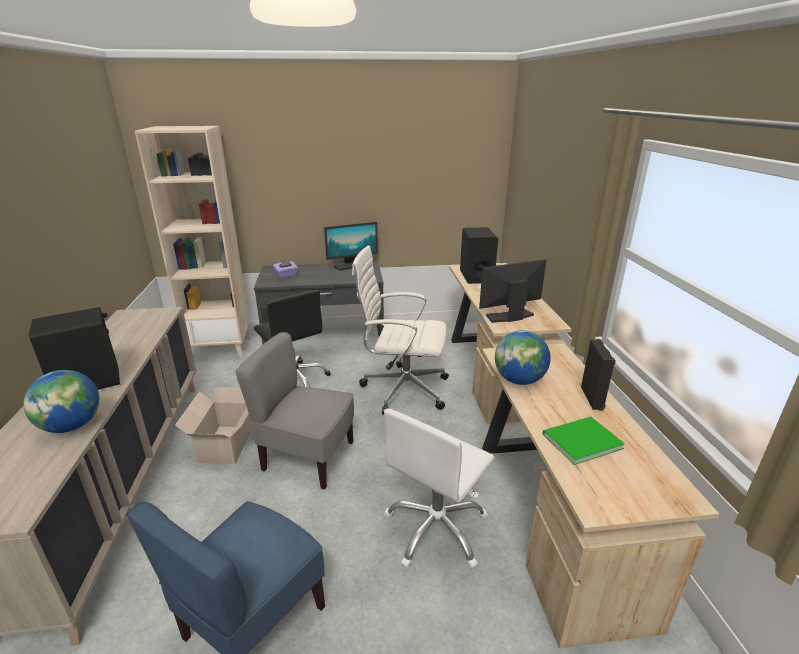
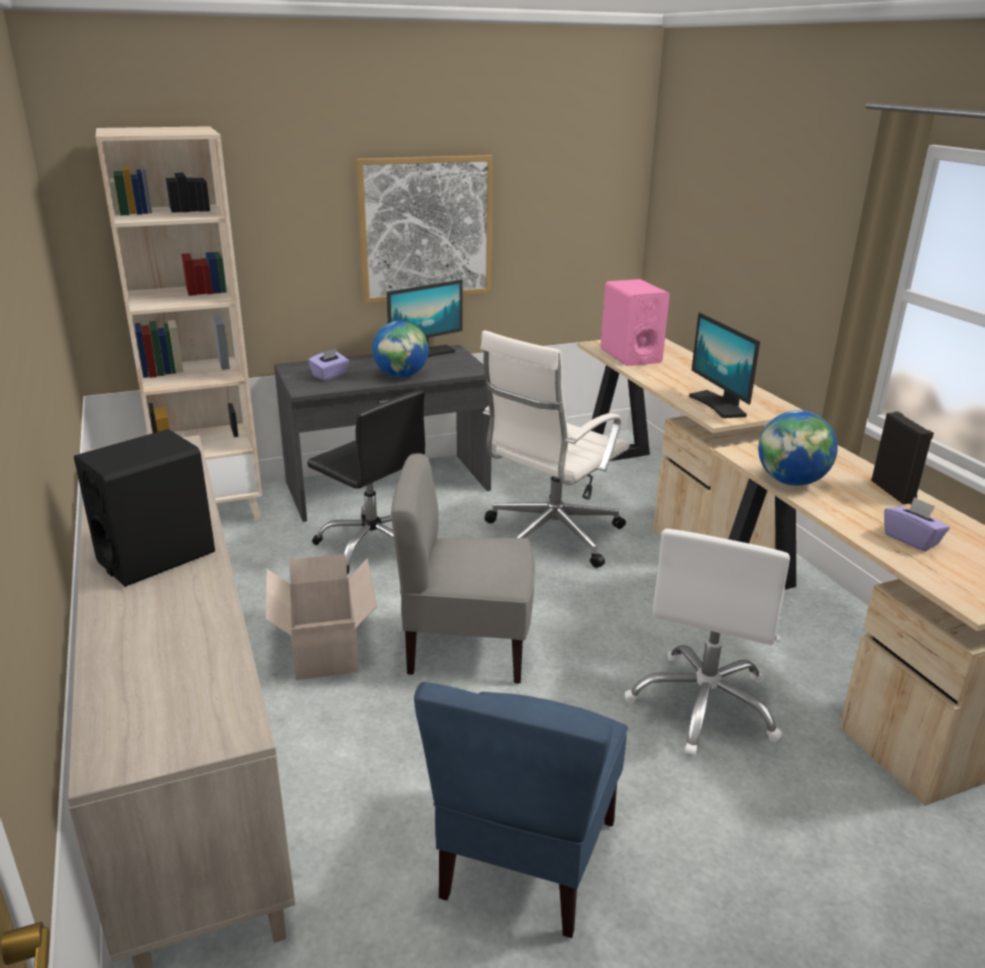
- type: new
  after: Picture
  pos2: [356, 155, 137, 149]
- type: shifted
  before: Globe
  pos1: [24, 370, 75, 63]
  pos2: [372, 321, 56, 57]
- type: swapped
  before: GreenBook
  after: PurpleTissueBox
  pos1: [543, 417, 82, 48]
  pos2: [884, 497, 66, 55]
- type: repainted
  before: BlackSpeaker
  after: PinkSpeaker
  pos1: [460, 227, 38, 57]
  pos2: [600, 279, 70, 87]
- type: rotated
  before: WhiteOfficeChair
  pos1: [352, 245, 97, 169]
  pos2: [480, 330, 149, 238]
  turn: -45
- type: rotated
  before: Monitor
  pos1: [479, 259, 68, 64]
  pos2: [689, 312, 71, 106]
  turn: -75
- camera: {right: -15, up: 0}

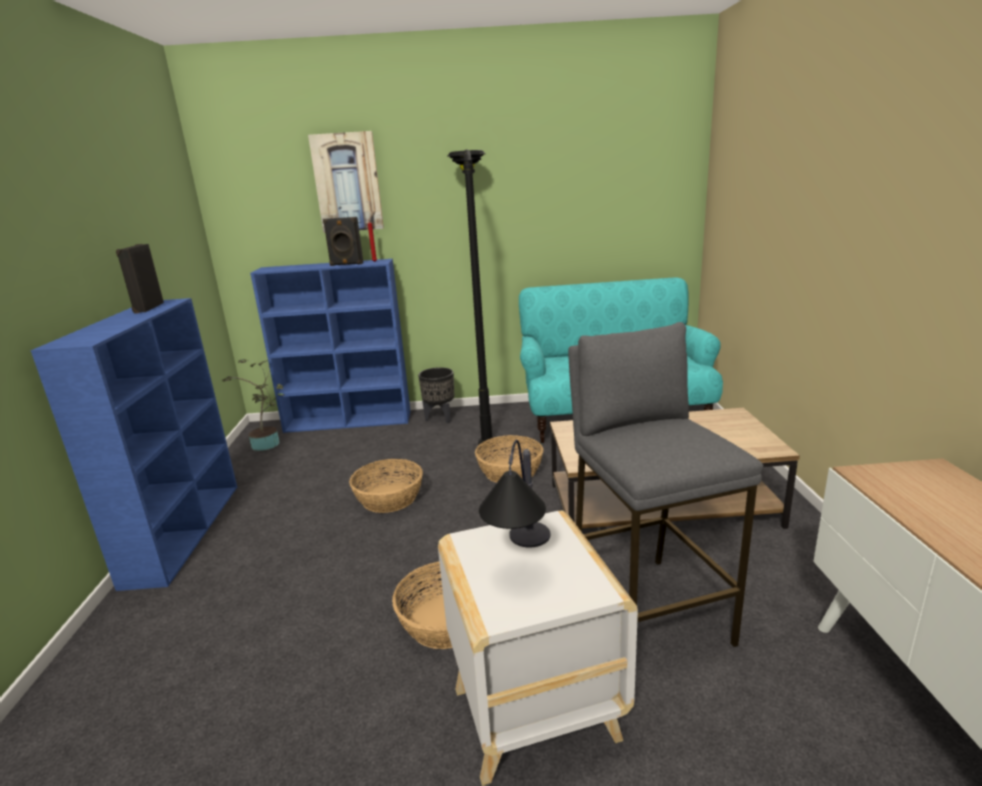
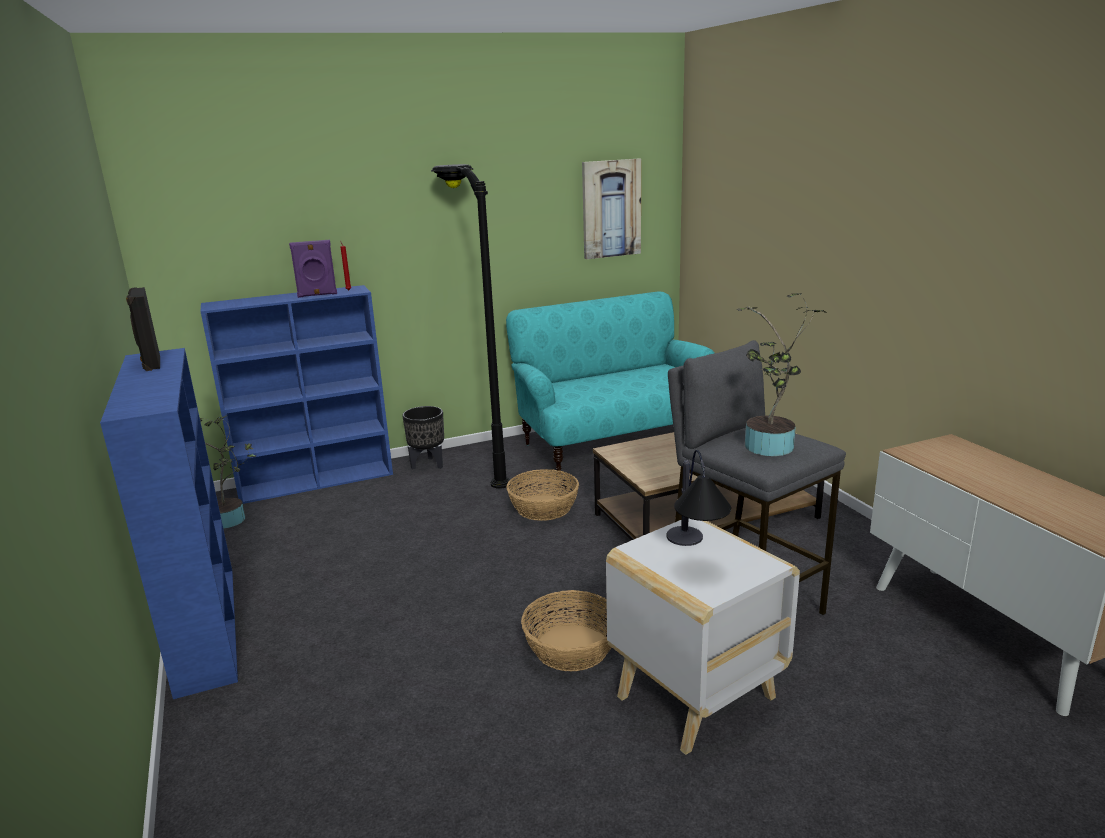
- type: gone
  before: Basket
  pos1: [349, 459, 74, 54]
- type: new
  after: PottedPlant
  pos2: [736, 293, 90, 163]
- type: shifted
  before: Picture
  pos1: [308, 131, 76, 102]
  pos2: [582, 159, 59, 100]
- type: repainted
  before: BlackSpeaker
  after: PurpleSpeaker
  pos1: [323, 217, 40, 49]
  pos2: [289, 240, 48, 58]
- camera: {right: -20, up: 0}

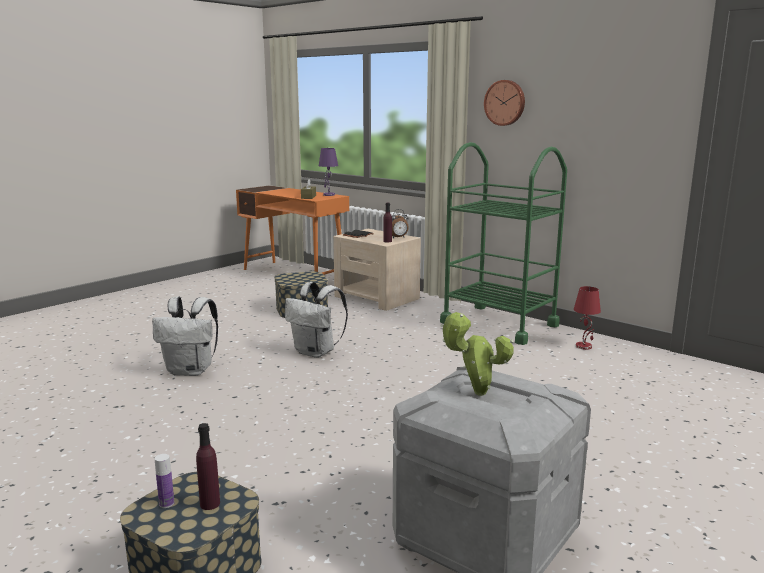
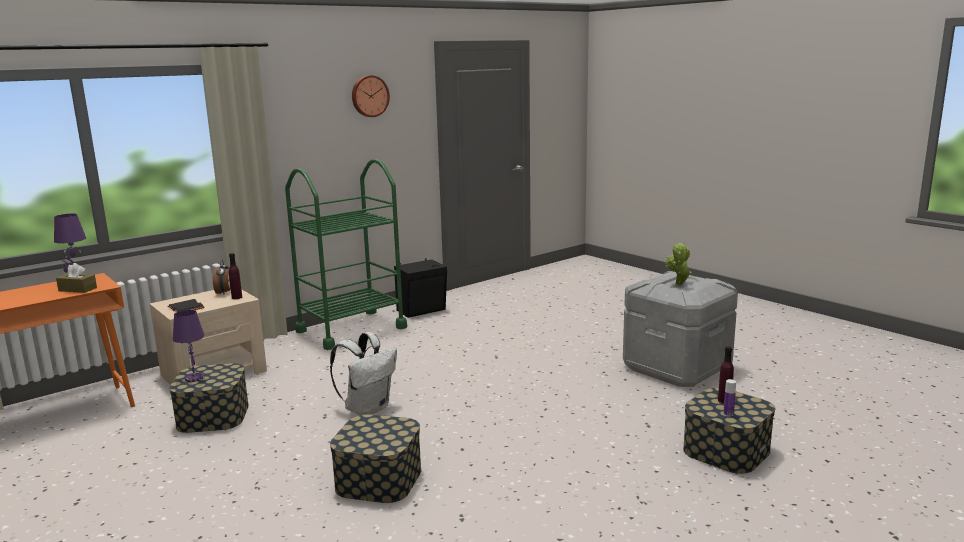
- type: new
  after: PurpleTableLamp
  pos2: [173, 310, 31, 72]
- type: shifted
  before: WallClock
  pos1: [484, 80, 41, 46]
  pos2: [352, 75, 38, 42]
- type: swapped
  before: WhiteBackpack
  after: StorageBox
  pos1: [152, 296, 66, 80]
  pos2: [330, 414, 91, 89]
- type: swapped
  before: RedTableLamp
  after: BlackSpeaker
  pos1: [574, 286, 27, 64]
  pos2: [394, 258, 53, 60]
- camera: {right: -80, up: 0}

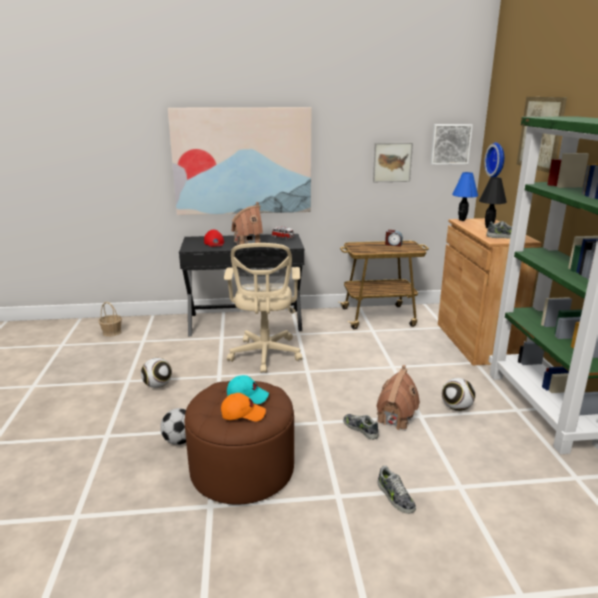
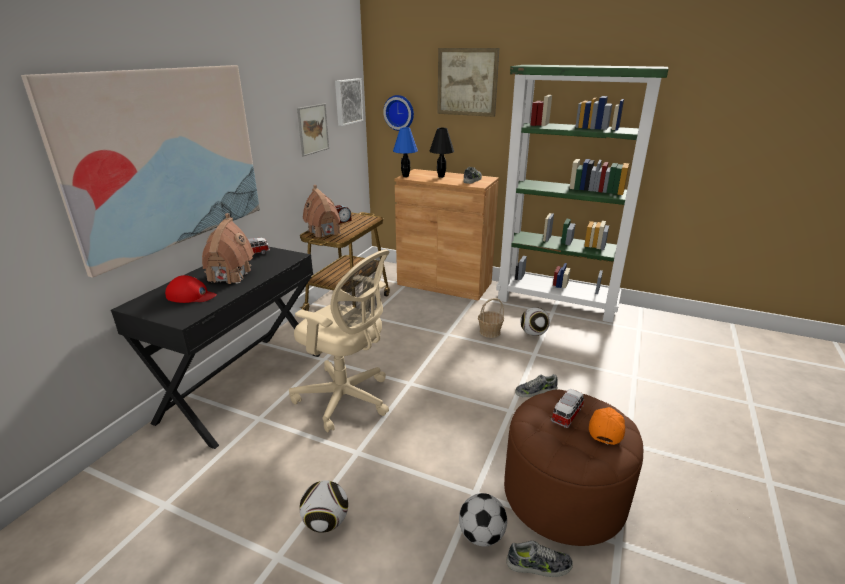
- type: shifted
  before: Basket
  pos1: [98, 302, 24, 35]
  pos2: [478, 298, 26, 40]
- type: shifted
  before: ToyHouse
  pos1: [376, 365, 44, 66]
  pos2: [303, 185, 38, 52]
- type: shifted
  before: Shoe
  pos1: [377, 466, 39, 48]
  pos2: [506, 541, 67, 36]
- type: swapped
  before: TurquoiseCap
  after: ToyCar
  pos1: [227, 375, 42, 29]
  pos2: [551, 389, 34, 39]
- camera: {right: -60, up: 5}

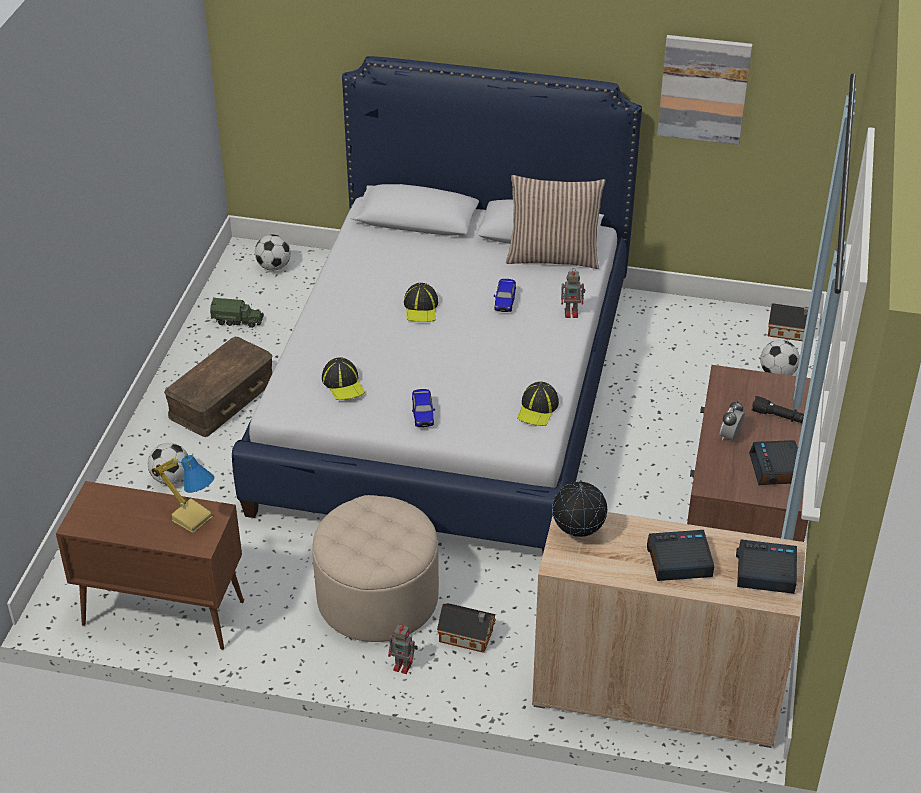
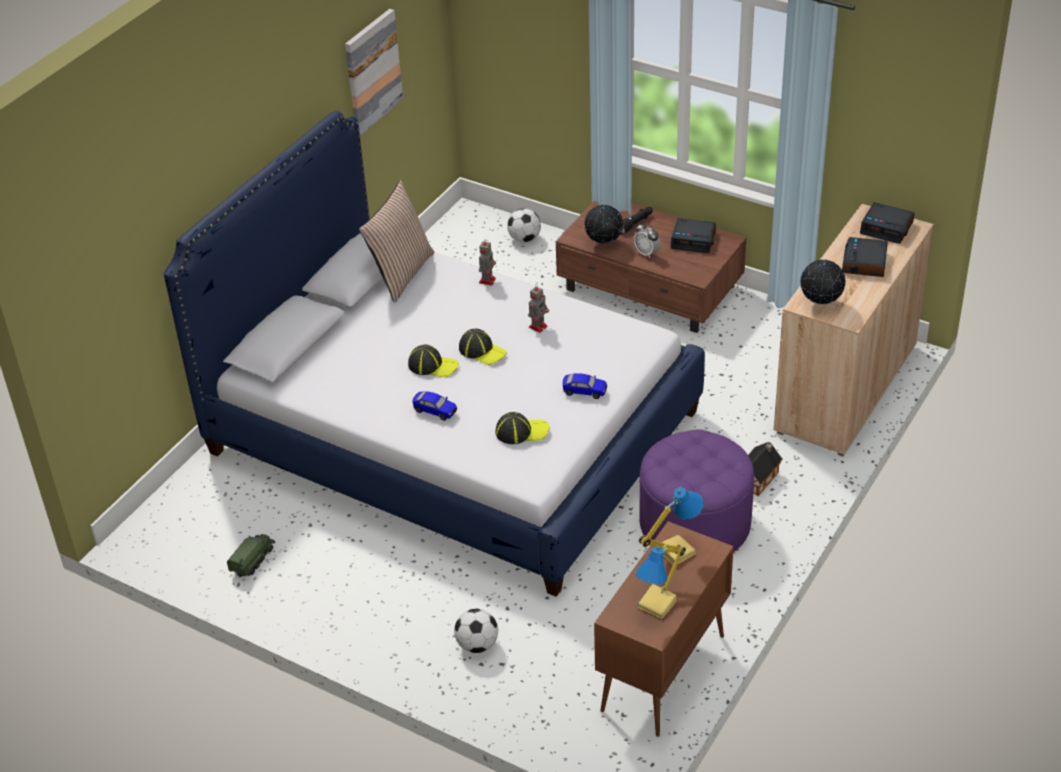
- type: gone
  before: BrownStorageBox
  pos1: [164, 337, 108, 100]
- type: gone
  before: Football
  pos1: [255, 235, 36, 36]
- type: gone
  before: ToyHouse
  pos1: [768, 303, 41, 38]
- type: new
  after: Globe
  pos2: [584, 204, 39, 41]
- type: new
  after: TableLamp
  pos2: [635, 544, 51, 75]
- type: shifted
  before: ToyRobot
  pos1: [388, 624, 30, 50]
  pos2: [528, 286, 21, 47]
- type: shifted
  before: ToyCar
  pos1: [494, 279, 22, 33]
  pos2: [412, 391, 45, 30]
- type: shifted
  before: Cap
  pos1: [517, 382, 42, 44]
  pos2: [459, 328, 47, 37]
- type: repainted
  before: BeigeOttoman
  after: PurpleOttoman
  pos1: [312, 495, 127, 147]
  pos2: [639, 429, 115, 123]
- type: rotated
  before: AlarmClock
  pos1: [736, 540, 61, 54]
  pos2: [860, 202, 55, 42]
  turn: -90
- camera: {right: -70, up: 0}

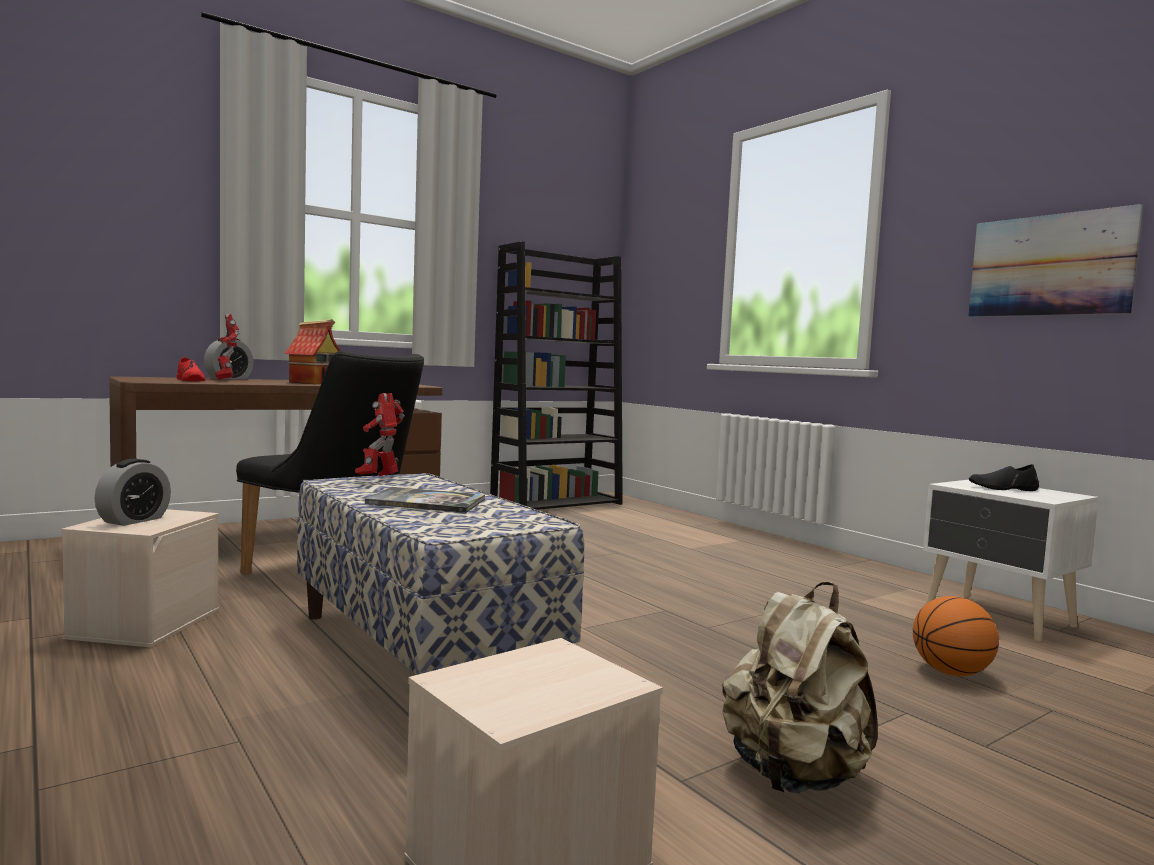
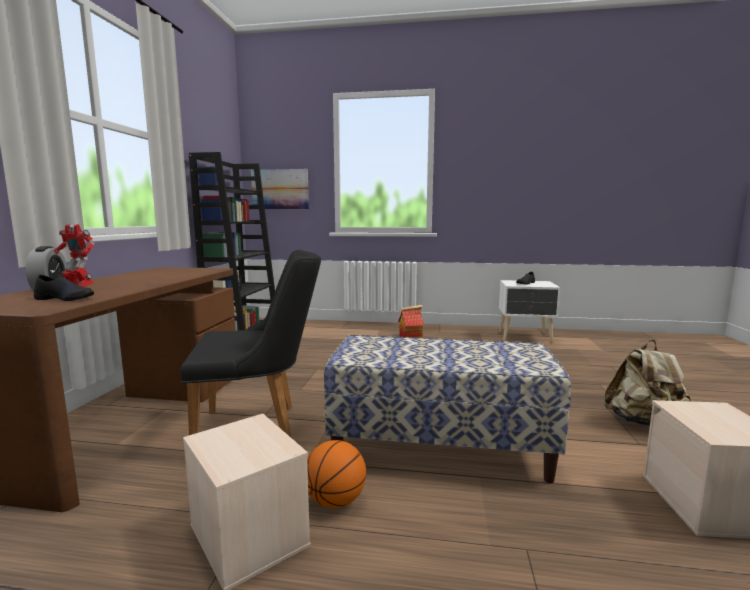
- type: gone
  before: AlarmClock
  pos1: [95, 459, 76, 67]
- type: gone
  before: ToyRobot
  pos1: [355, 393, 50, 83]
- type: gone
  before: Book
  pos1: [365, 487, 120, 26]
- type: shifted
  before: ToyHouse
  pos1: [284, 319, 57, 65]
  pos2: [398, 305, 26, 33]
- type: shifted
  before: Basketball
  pos1: [913, 596, 86, 80]
  pos2: [307, 440, 59, 68]
- type: shifted
  before: Picture
  pos1: [968, 204, 175, 113]
  pos2: [251, 169, 58, 41]
- type: repainted
  before: RedShoe
  after: BlackShoe
  pos1: [177, 357, 29, 24]
  pos2: [34, 275, 60, 26]
- camera: {right: -45, up: 5}

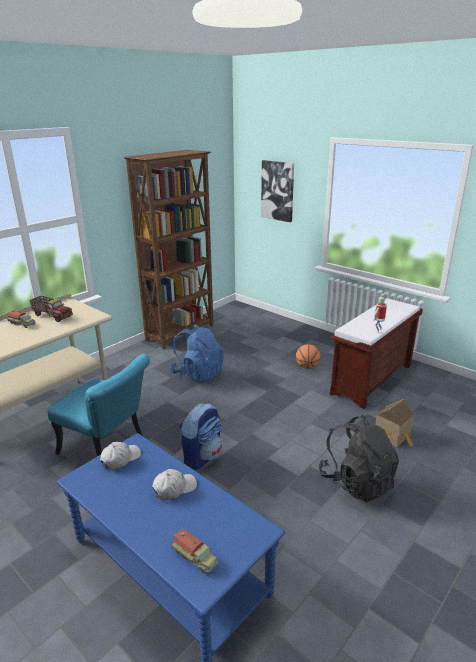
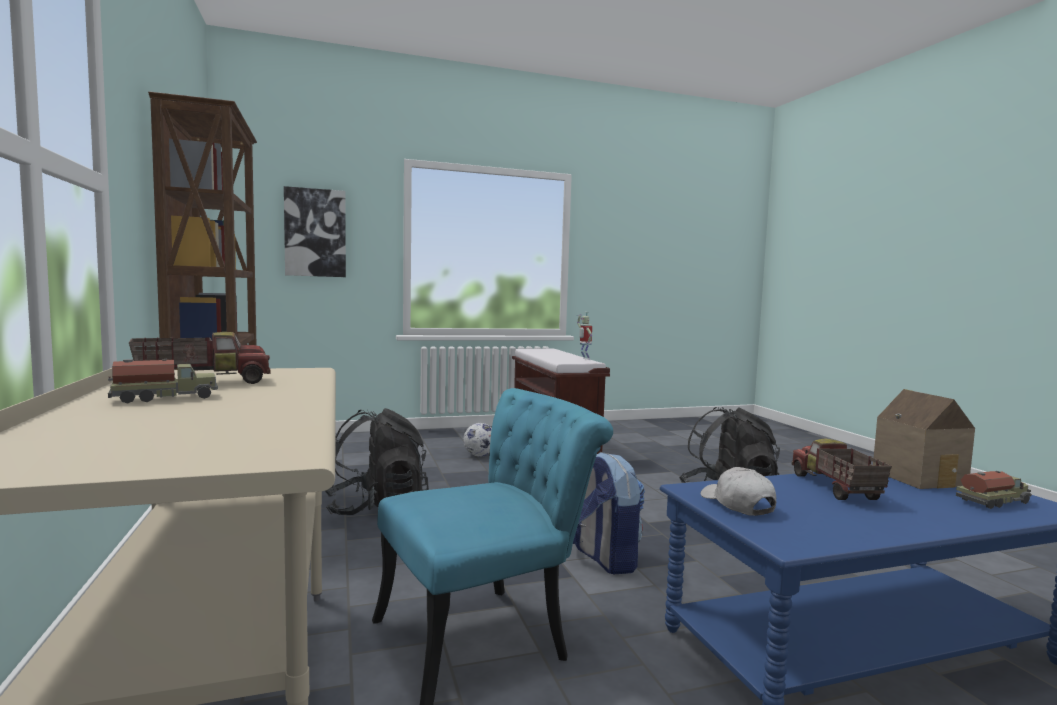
- type: shifted
  before: ToyHouse
  pos1: [375, 399, 39, 48]
  pos2: [873, 389, 102, 100]
- type: swapped
  before: WhiteCap
  after: ToyTruck
  pos1: [152, 469, 45, 31]
  pos2: [792, 438, 100, 62]
- type: swapped
  before: Basketball
  after: Football
  pos1: [296, 344, 25, 25]
  pos2: [463, 423, 29, 33]
- type: repainted
  before: BlueBackpack
  after: BlackBackpack
  pos1: [170, 324, 54, 59]
  pos2: [325, 408, 104, 107]
- camera: {right: -60, up: -20}

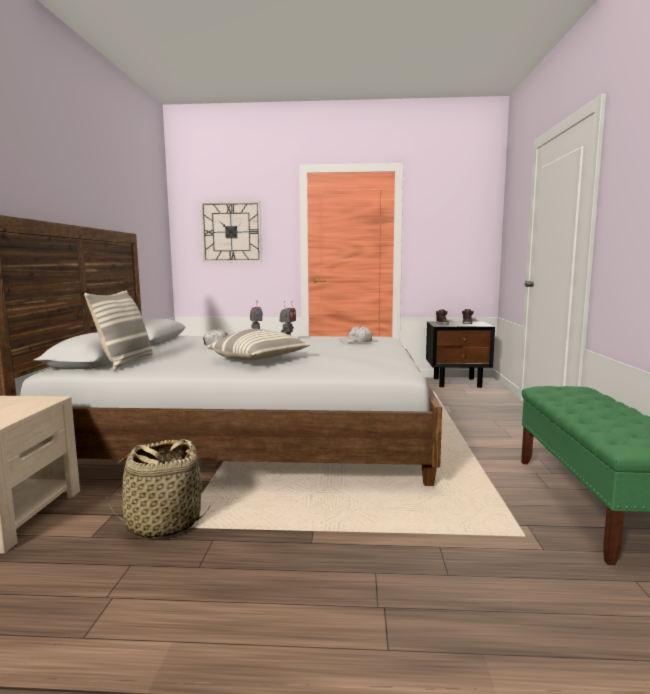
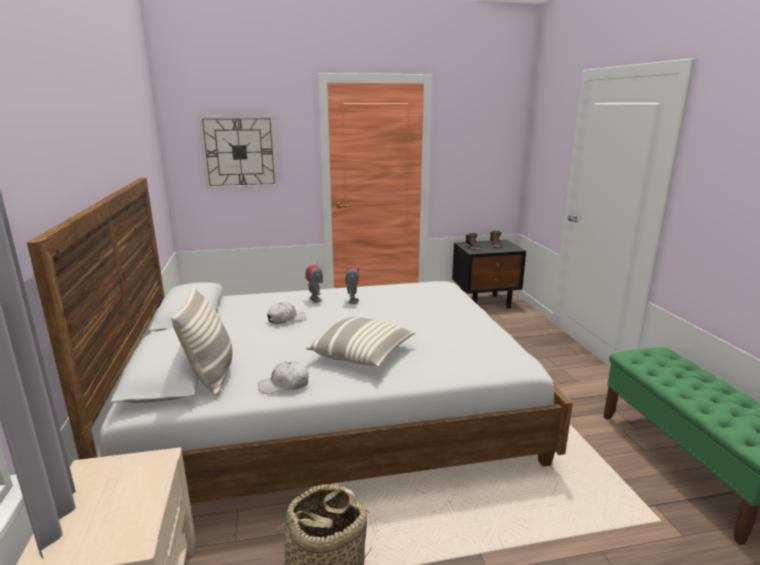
- type: shifted
  before: WhiteCap
  pos1: [339, 326, 33, 17]
  pos2: [258, 361, 51, 33]
- camera: {right: -15, up: 10}

